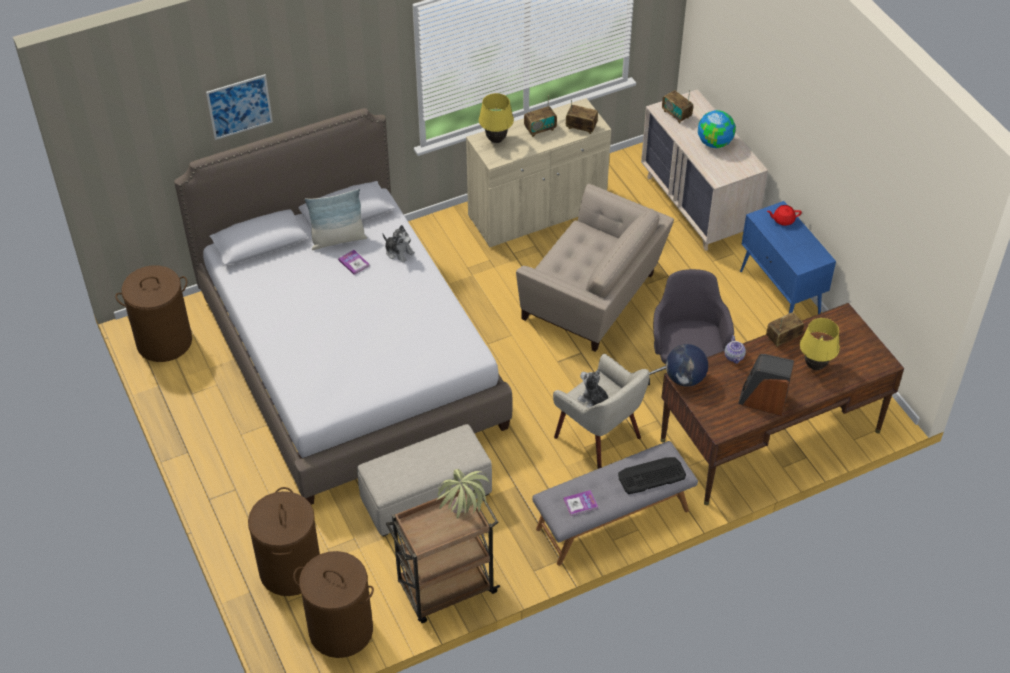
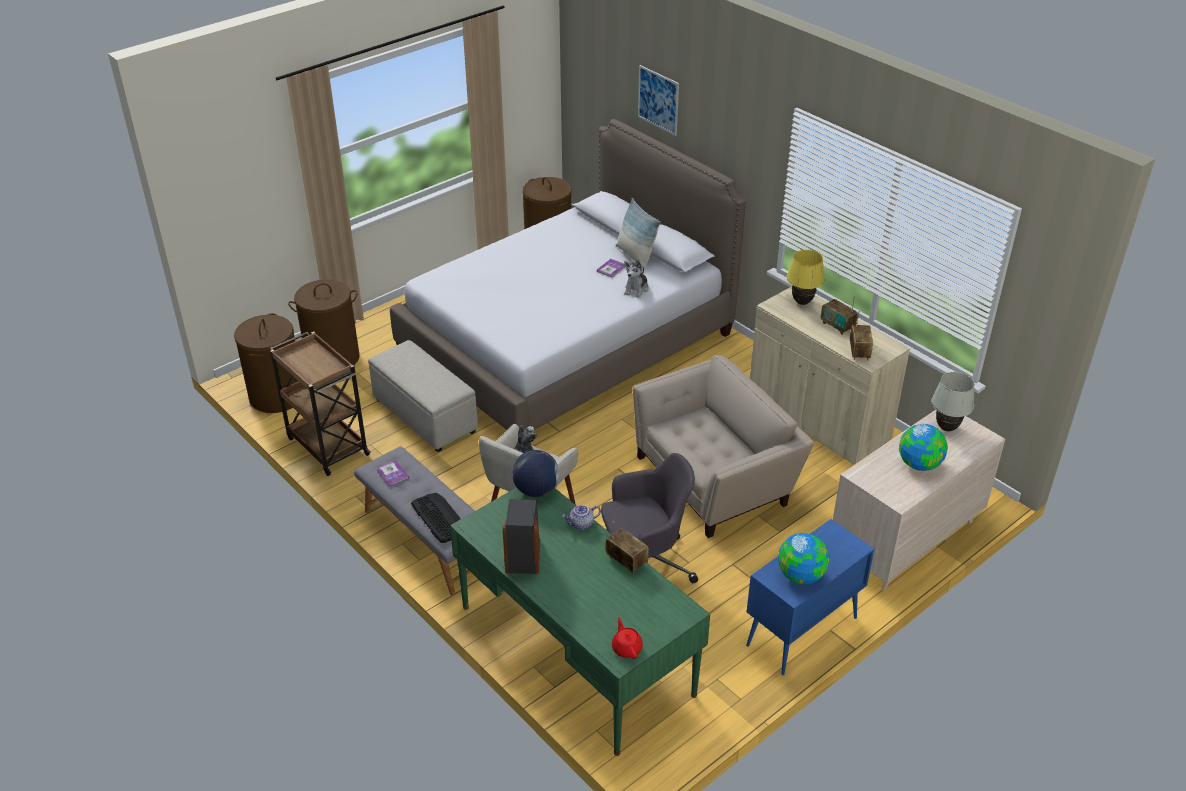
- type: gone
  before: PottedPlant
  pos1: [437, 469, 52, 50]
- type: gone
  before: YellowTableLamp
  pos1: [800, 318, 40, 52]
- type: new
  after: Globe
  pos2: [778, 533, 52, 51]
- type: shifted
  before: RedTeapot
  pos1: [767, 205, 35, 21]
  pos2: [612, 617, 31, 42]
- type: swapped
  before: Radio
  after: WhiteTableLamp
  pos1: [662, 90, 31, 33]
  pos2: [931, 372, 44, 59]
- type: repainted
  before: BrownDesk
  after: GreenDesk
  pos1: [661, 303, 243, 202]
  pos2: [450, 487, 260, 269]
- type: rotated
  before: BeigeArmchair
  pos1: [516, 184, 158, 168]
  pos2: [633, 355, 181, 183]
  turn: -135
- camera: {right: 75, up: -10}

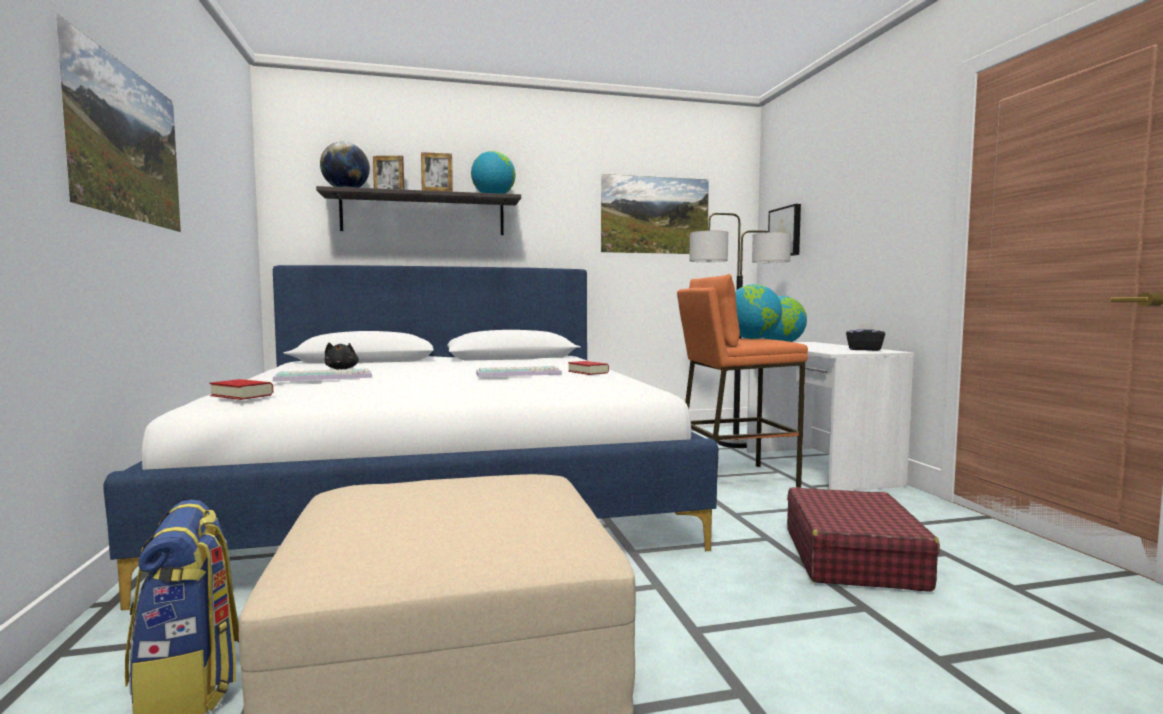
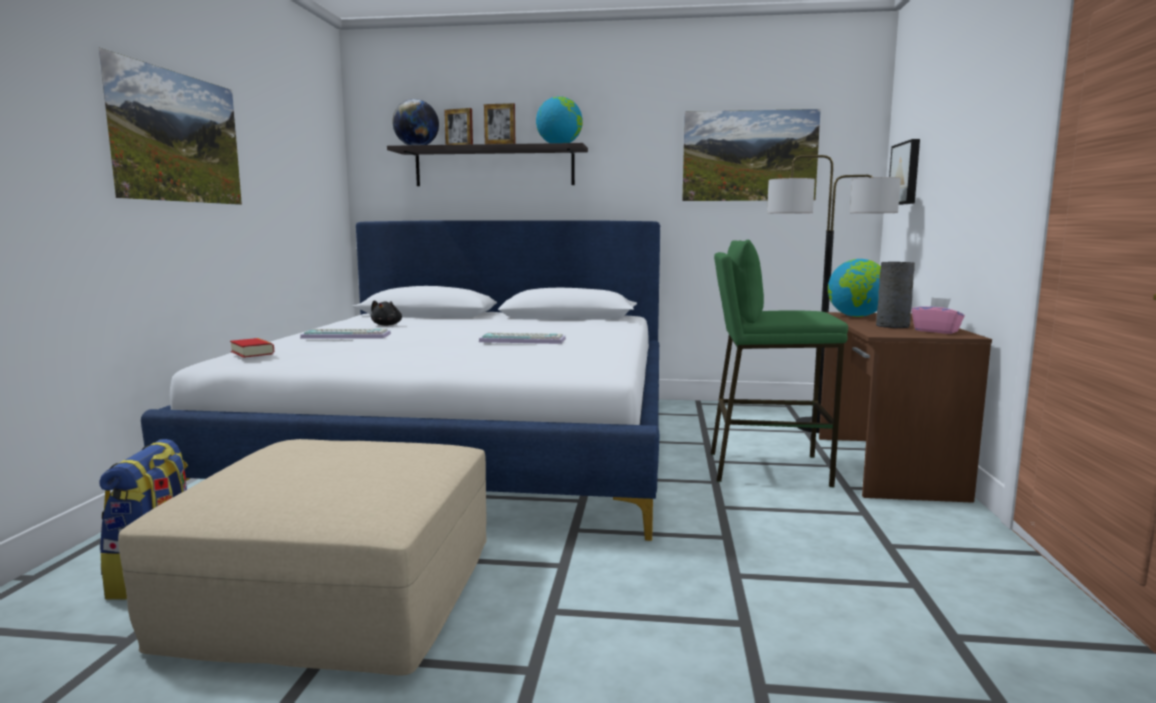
- type: gone
  before: Book
  pos1: [568, 361, 41, 14]
- type: gone
  before: Globe
  pos1: [735, 284, 47, 55]
- type: gone
  before: RedSuitcase
  pos1: [787, 487, 153, 105]
- type: new
  after: GreyVase
  pos2: [876, 262, 39, 66]
- type: repainted
  before: OrangeStool
  after: GreenStool
  pos1: [677, 274, 131, 214]
  pos2: [711, 240, 137, 247]
- type: repainted
  before: WhiteDesk
  after: BrownDesk
  pos1: [747, 342, 167, 149]
  pos2: [819, 312, 173, 191]
- type: repainted
  before: BlackTissueBox
  after: PinkTissueBox
  pos1: [846, 323, 39, 28]
  pos2: [912, 297, 53, 37]
- camera: {right: 20, up: 5}

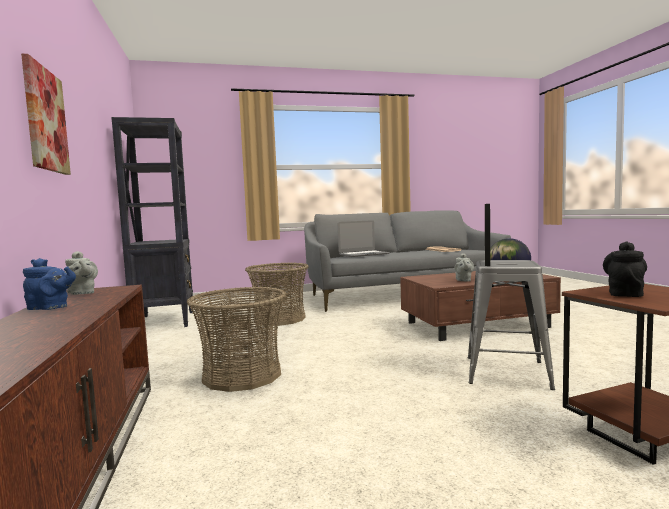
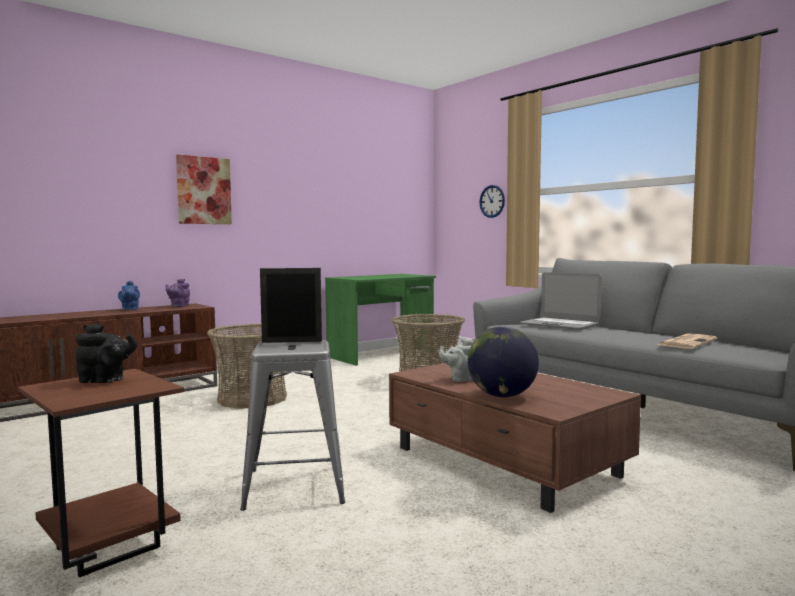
- type: new
  after: WallClock
  pos2: [479, 185, 26, 33]
- type: swapped
  before: BlackBookcase
  after: GreenDesk
  pos1: [111, 117, 82, 210]
  pos2: [325, 274, 111, 92]
- type: repainted
  before: GreyTeapot
  after: PurpleTeapot
  pos1: [65, 251, 33, 44]
  pos2: [166, 279, 24, 28]
- camera: {right: 65, up: 0}

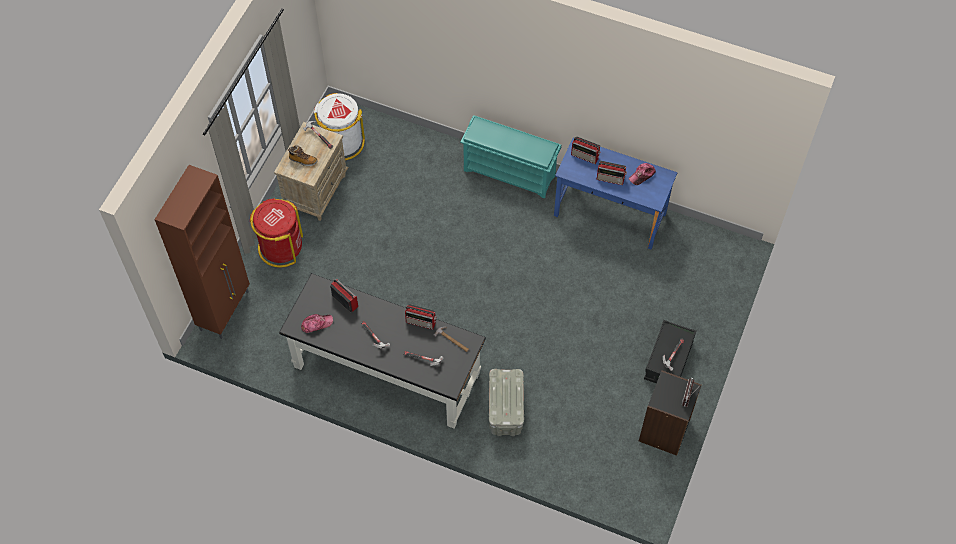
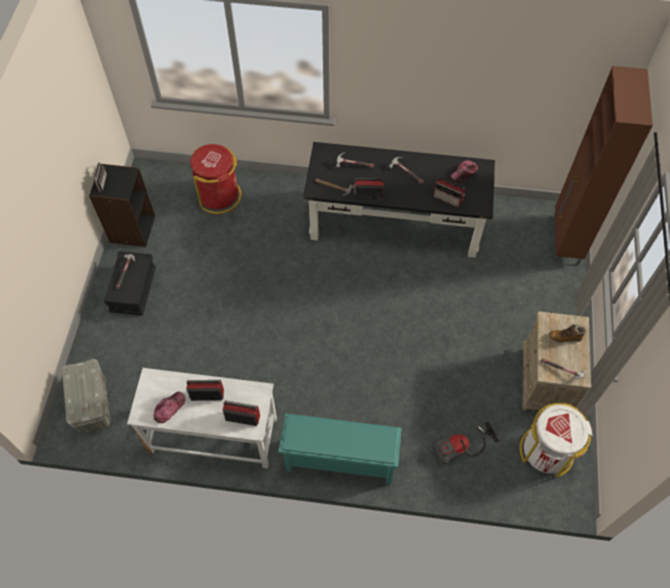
- type: new
  after: VacuumCleaner
  pos2: [433, 422, 66, 42]
- type: shifted
  before: RedTrashCan
  pos1: [250, 198, 53, 70]
  pos2: [190, 144, 52, 70]
- type: shifted
  before: GreyStorageBox
  pos1: [489, 369, 35, 67]
  pos2: [62, 359, 49, 74]
- type: repainted
  before: BlueDesk
  after: WhiteDesk
  pos1: [554, 138, 124, 112]
  pos2: [127, 368, 150, 101]
- camera: {right: 165, up: 0}

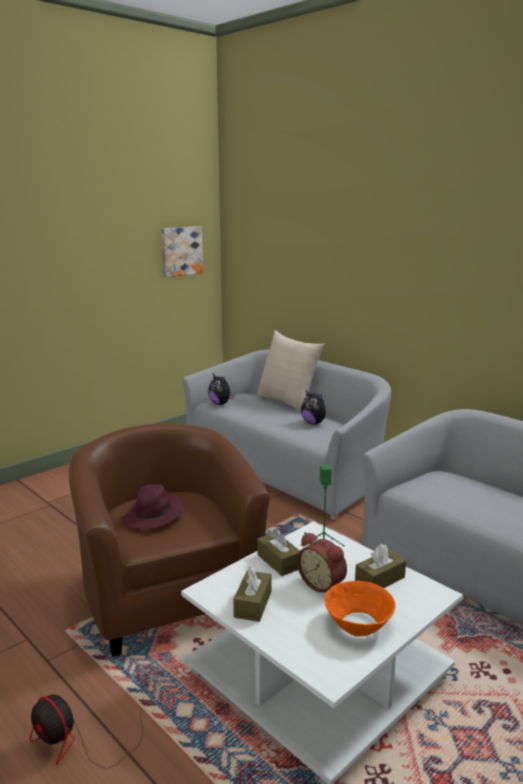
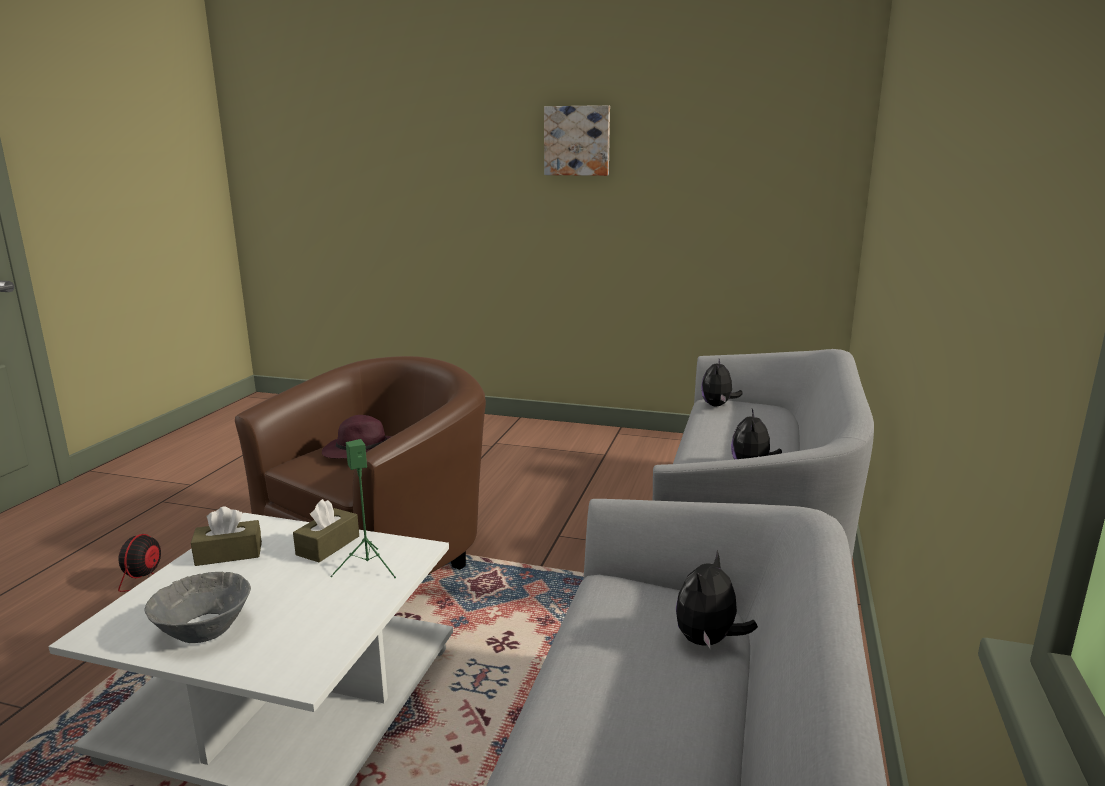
- type: gone
  before: BeigePillow
  pos1: [257, 330, 68, 82]
- type: gone
  before: AlarmClock
  pos1: [297, 532, 50, 60]
- type: gone
  before: BrownTissueBox
  pos1: [355, 544, 51, 44]
- type: new
  after: PlushToy
  pos2: [676, 550, 82, 99]
- type: shifted
  before: Picture
  pos1: [161, 226, 42, 51]
  pos2: [544, 105, 66, 71]
- type: repainted
  before: OrangeBowl
  after: GreyBowl
  pos1: [325, 581, 70, 55]
  pos2: [145, 572, 106, 71]
- camera: {right: 60, up: 0}

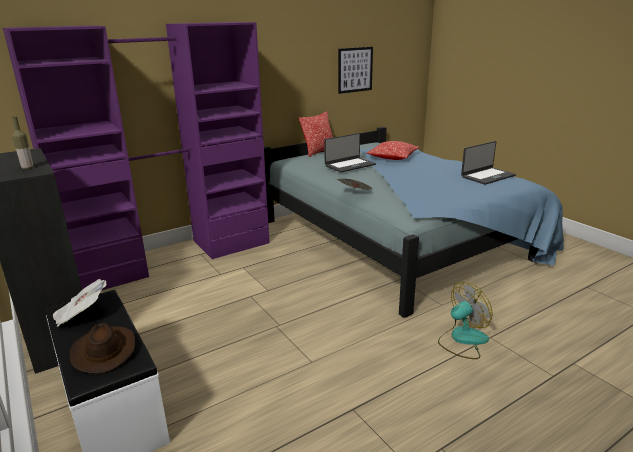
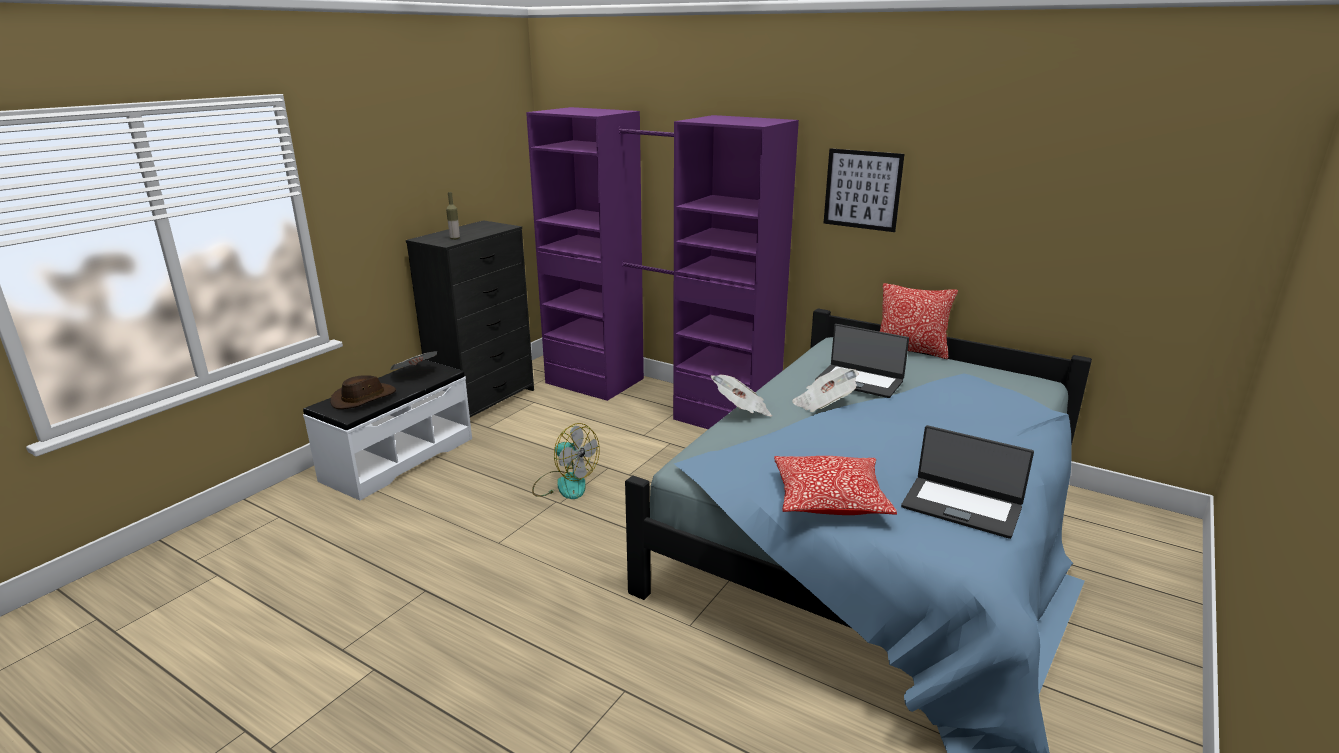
- type: new
  after: Newspaper
  pos2: [792, 368, 67, 44]
- type: shifted
  before: Picture
  pos1: [338, 47, 35, 47]
  pos2: [824, 148, 80, 84]
- type: shifted
  before: Pillow
  pos1: [366, 141, 54, 19]
  pos2: [774, 456, 123, 59]
- type: shifted
  before: Fan
  pos1: [438, 282, 55, 77]
  pos2: [532, 423, 68, 76]
- camera: {right: 65, up: 0}

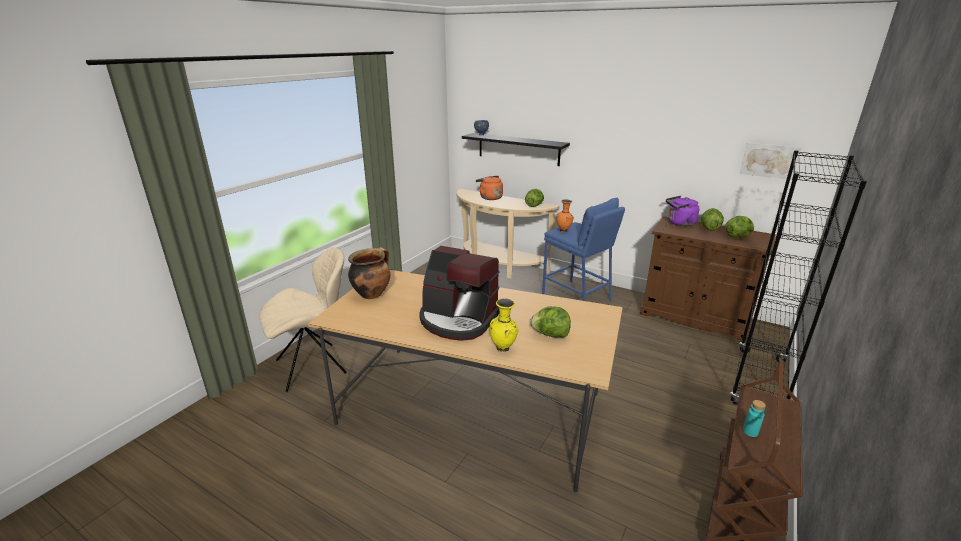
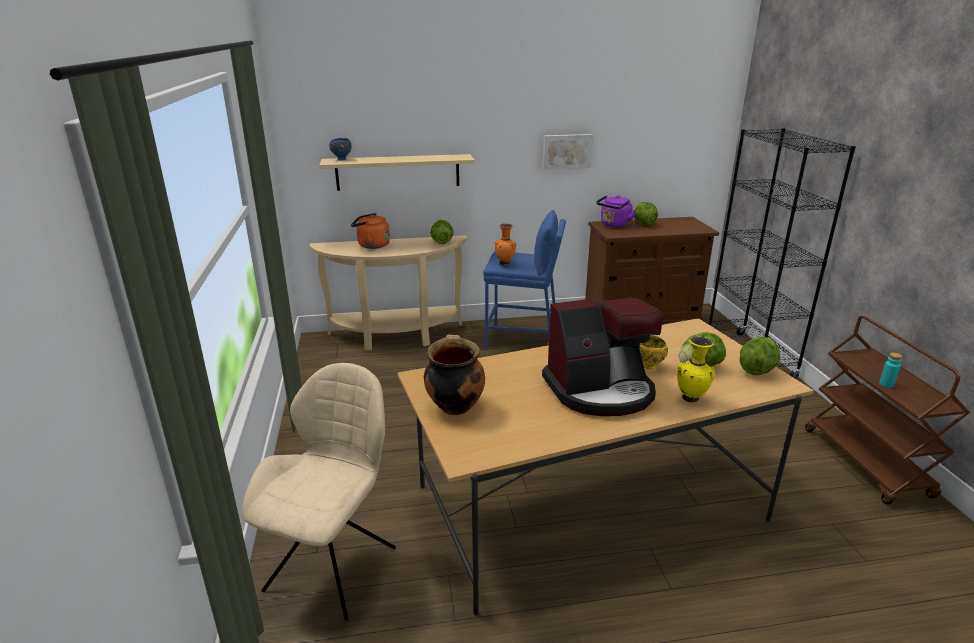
- type: new
  after: YellowBowl
  pos2: [639, 335, 29, 34]
- type: shifted
  before: Lettuce
  pos1: [725, 216, 29, 22]
  pos2: [740, 337, 40, 39]
- type: shifted
  before: Picture
  pos1: [740, 142, 61, 38]
  pos2: [543, 134, 50, 36]
- type: repainted
  before: BlackShelf
  after: BeigeShelf
  pos1: [462, 133, 108, 33]
  pos2: [319, 154, 156, 37]
- camera: {right: -40, up: 0}

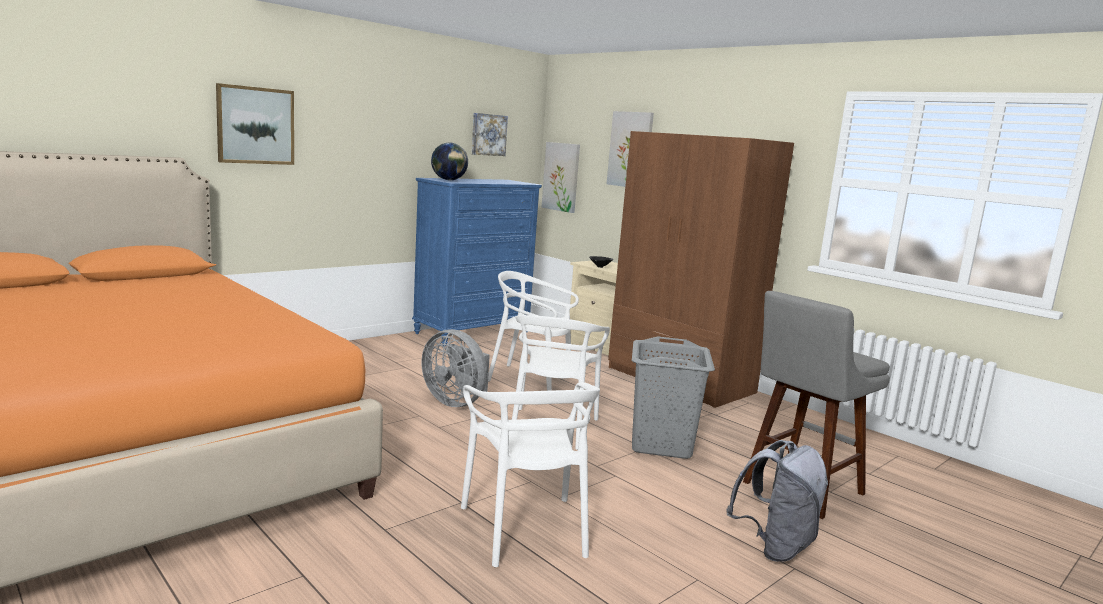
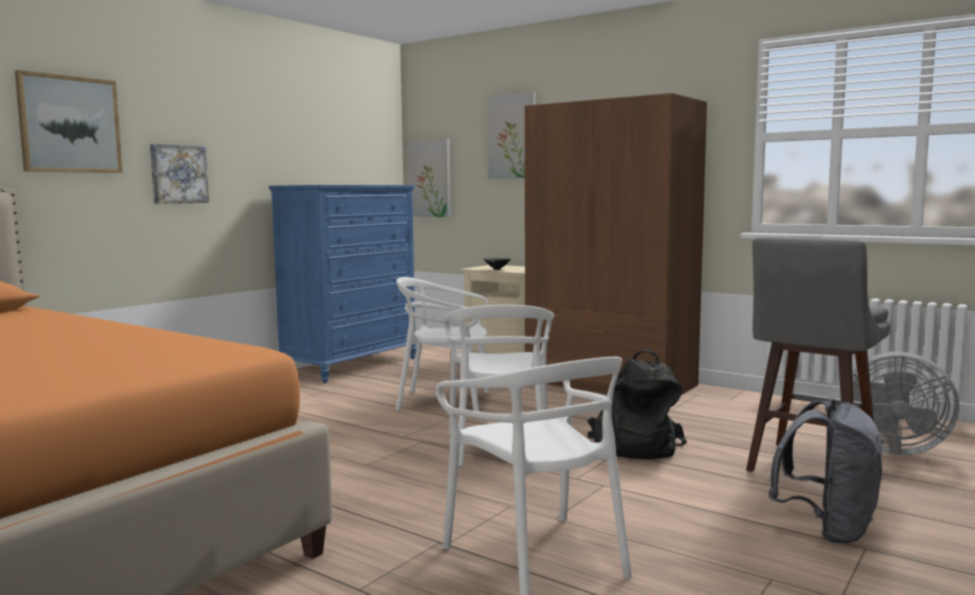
- type: gone
  before: Globe
  pos1: [431, 143, 37, 38]
- type: shifted
  before: GreyFan
  pos1: [421, 329, 69, 78]
  pos2: [852, 352, 107, 103]
- type: shifted
  before: Picture
  pos1: [472, 113, 36, 43]
  pos2: [150, 144, 59, 60]
- type: swapped
  before: GreyLaundryBasket
  after: BlackBackpack
  pos1: [632, 336, 83, 123]
  pos2: [587, 349, 100, 110]
- camera: {right: -10, up: -5}

